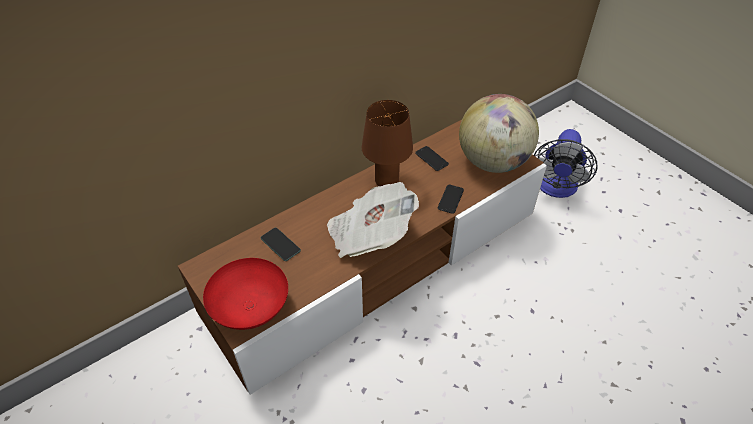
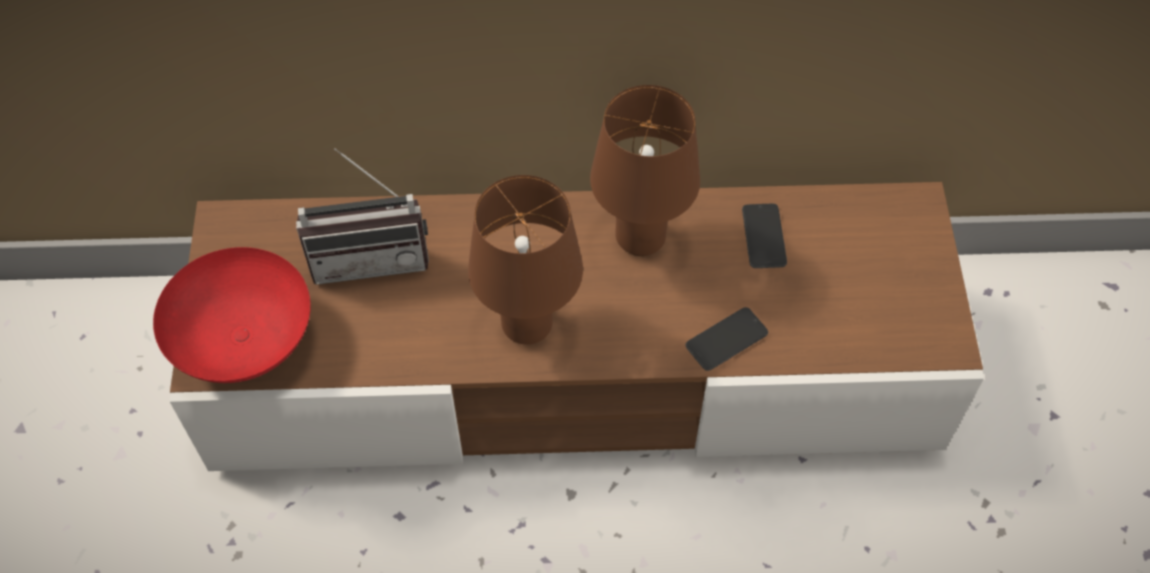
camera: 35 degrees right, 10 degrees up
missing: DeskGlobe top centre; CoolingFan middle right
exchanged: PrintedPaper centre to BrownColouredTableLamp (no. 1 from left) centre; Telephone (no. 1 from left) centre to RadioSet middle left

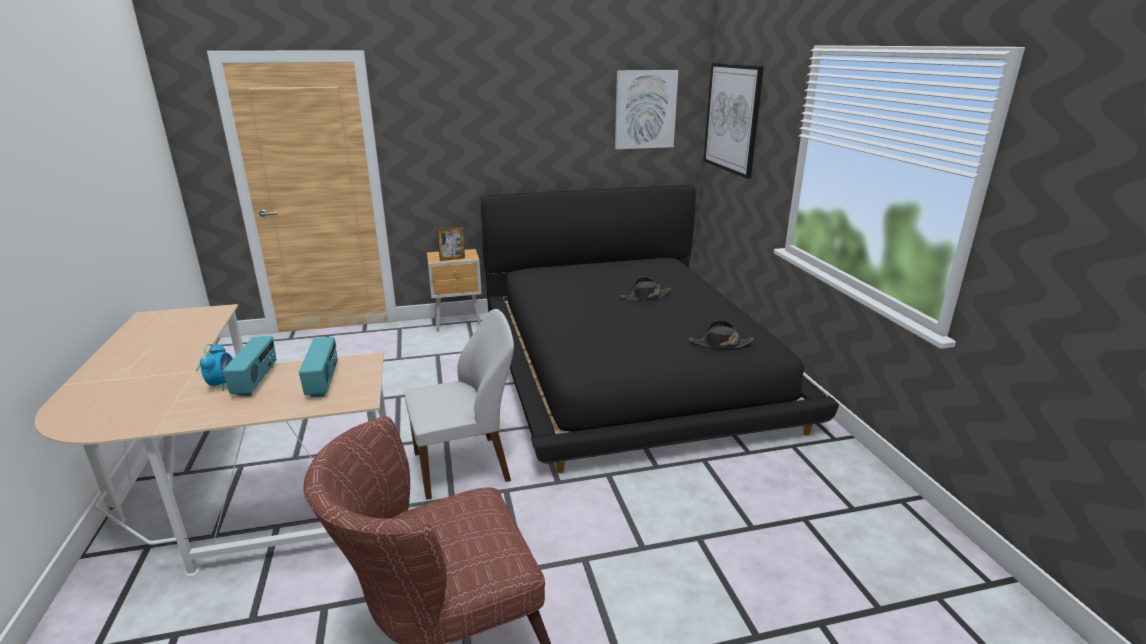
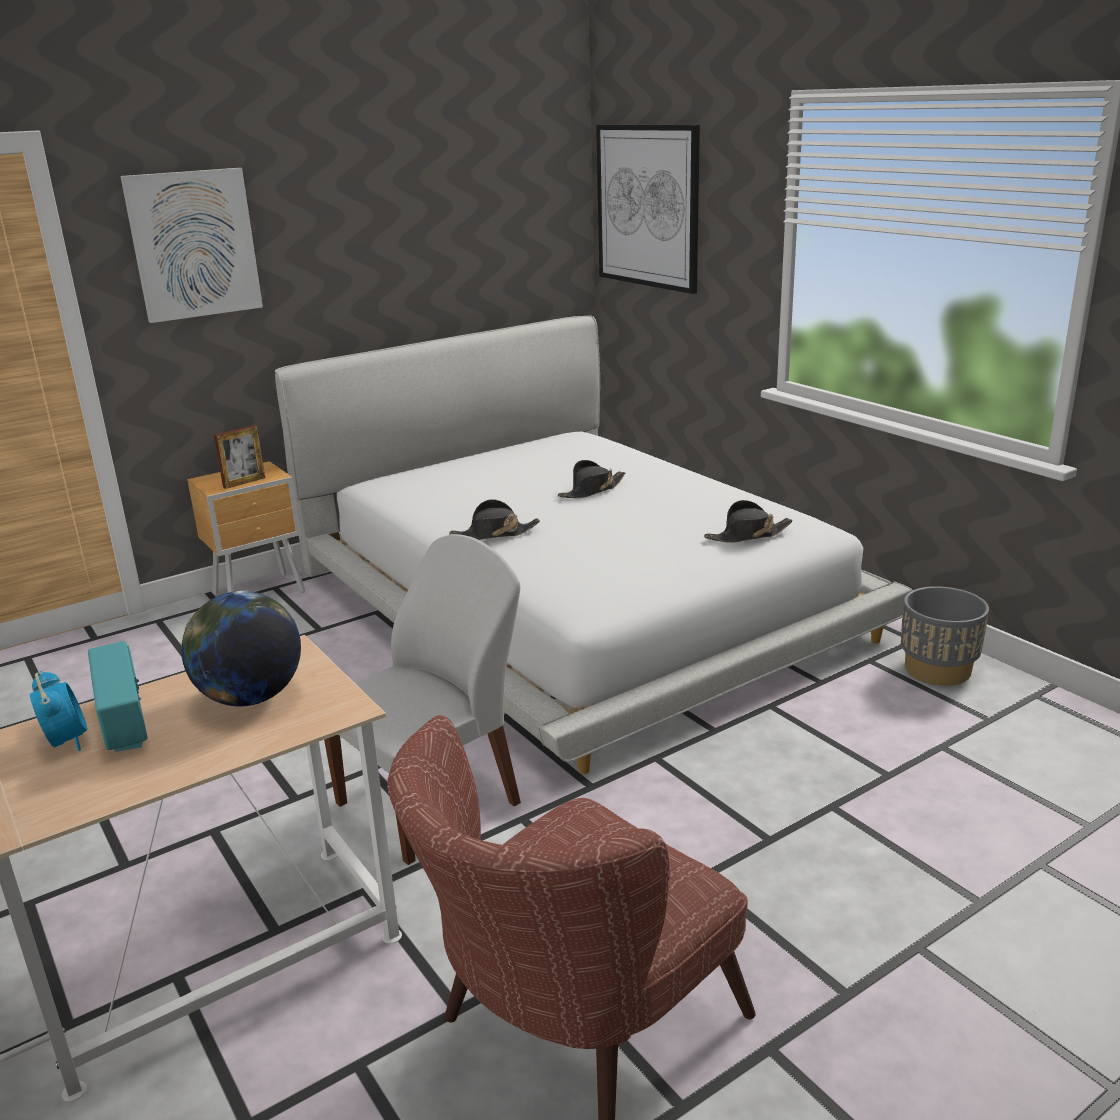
camera: 20 degrees left, 0 degrees up
appeared: BlackishHat (no. 1 from left) centre; GreyFlowerPot middle right
relocated: WallPicture (no. 1 from left) top centre to top left
exchanged: RadioSet (no. 2 from left) middle left to DeskGlobe middle left
colour: BlackishBed centre to WhiteBed centre

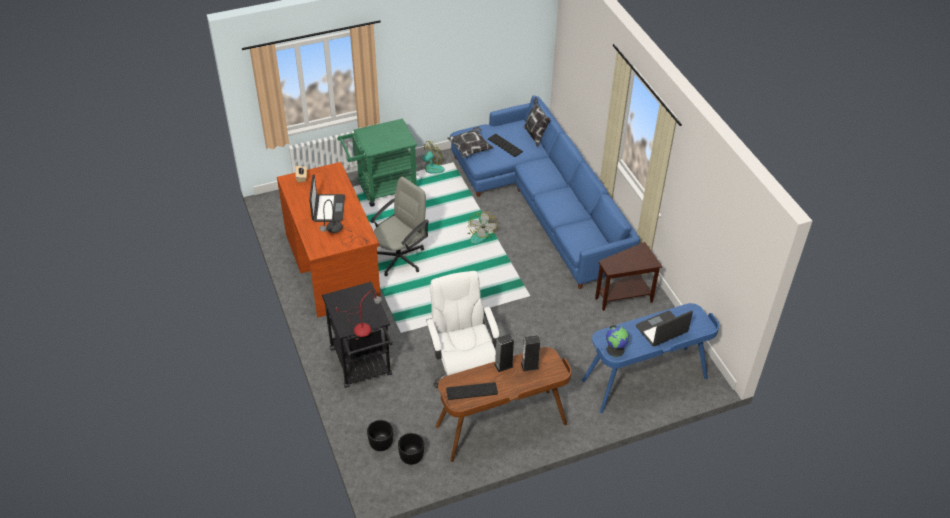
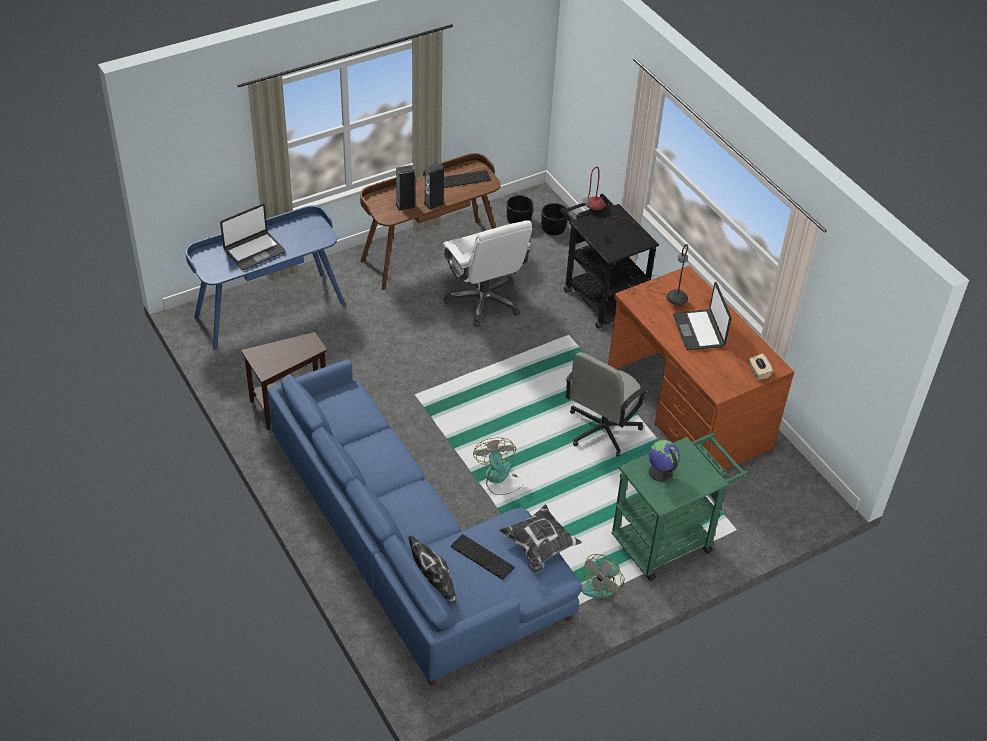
camera: 170 degrees right, 0 degrees up
relocated: DeskGlobe centre to middle right

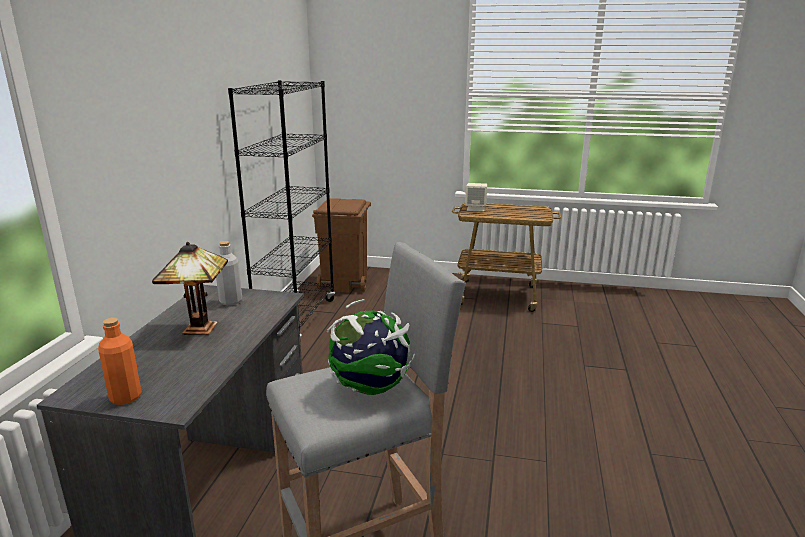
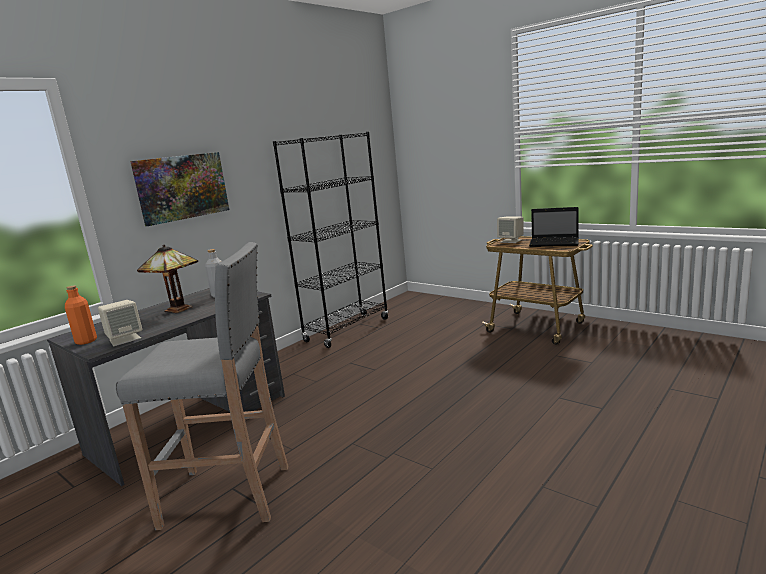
camera: 30 degrees right, 5 degrees down
missing: BrownColouredRubbishBin centre; DeskGlobe centre
appeared: WallPicture top left; PortableComputer middle right; SandColouredSpeaker (no. 1 from left) middle left

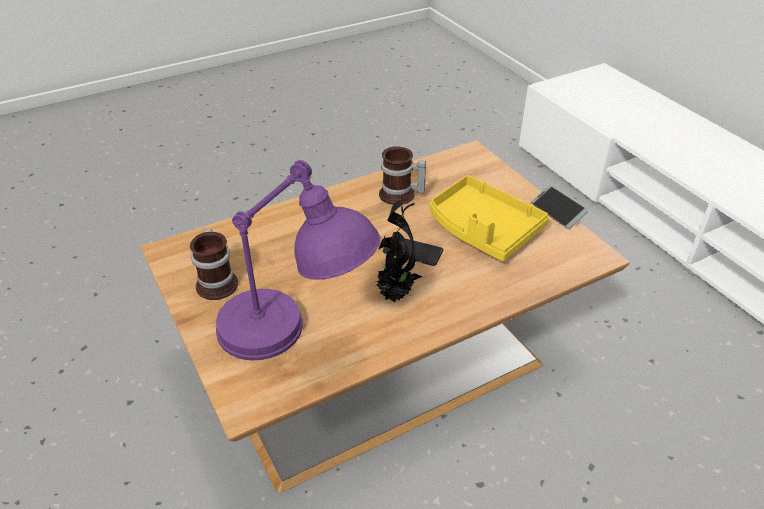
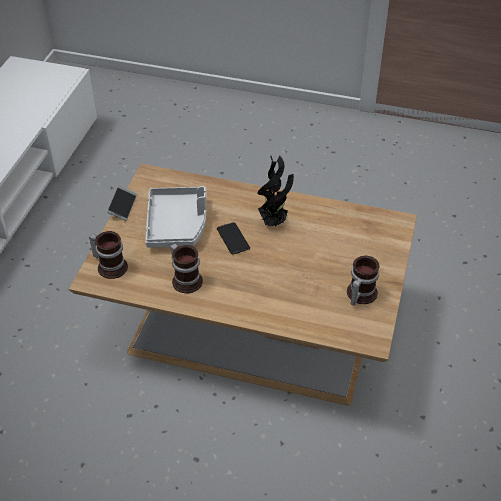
camera: 135 degrees left, 5 degrees up
missing: PurplishTableLamp centre
appeared: CoffeeMug (no. 1 from left) middle left
colour: YellowCarryingTray centre to GreyCarryingTray centre

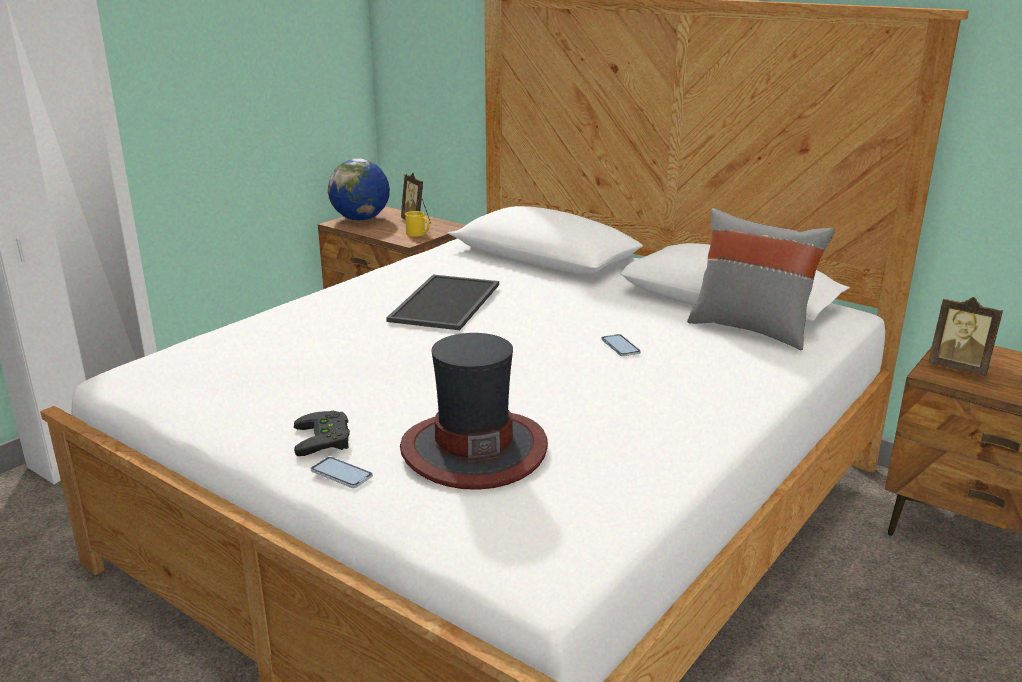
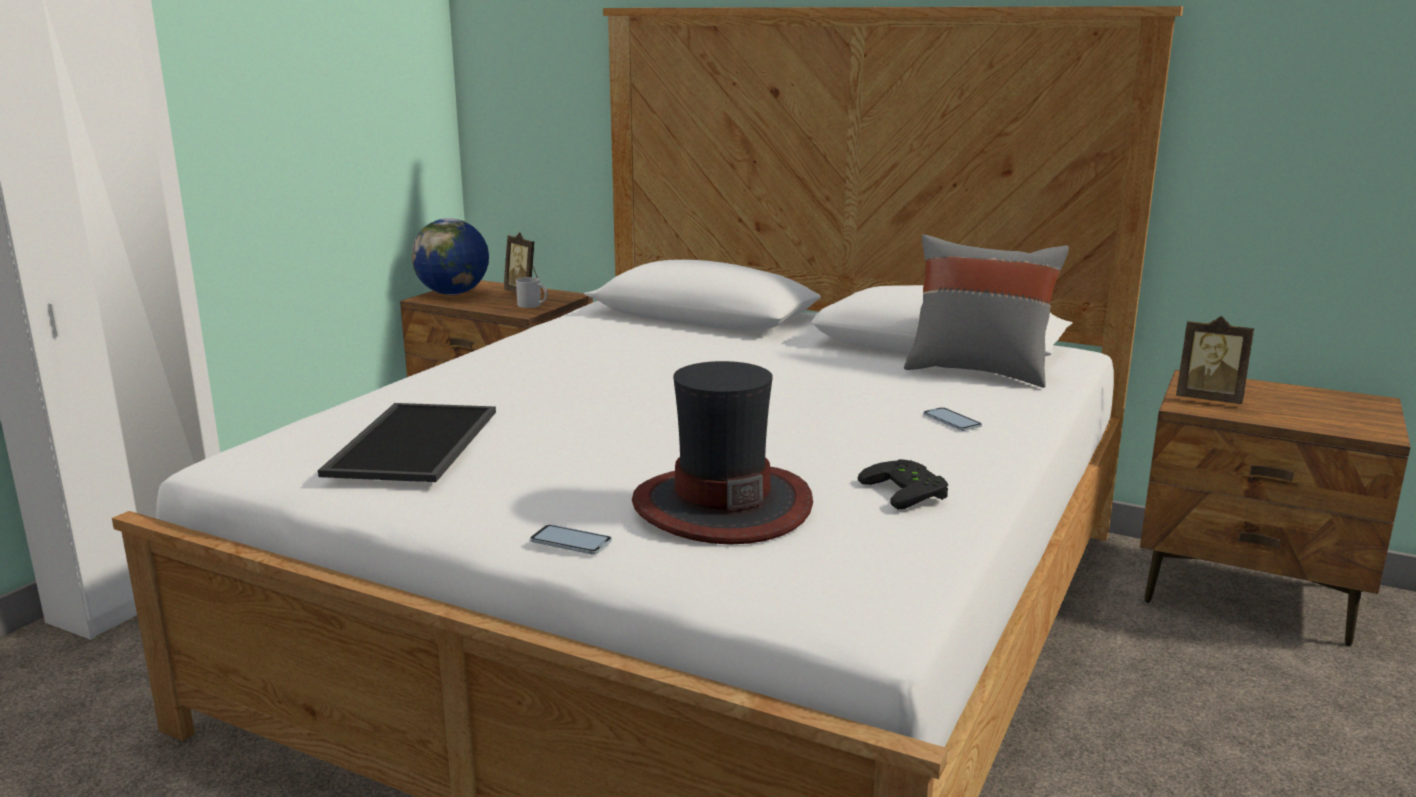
camera: 10 degrees left, 5 degrees down
relocated: CarryingTray centre to middle left; Telephone (no. 2 from left) centre to middle right; BlackishGameController middle left to centre
colour: YellowCoffeeMug top centre to WhiteCoffeeMug centre

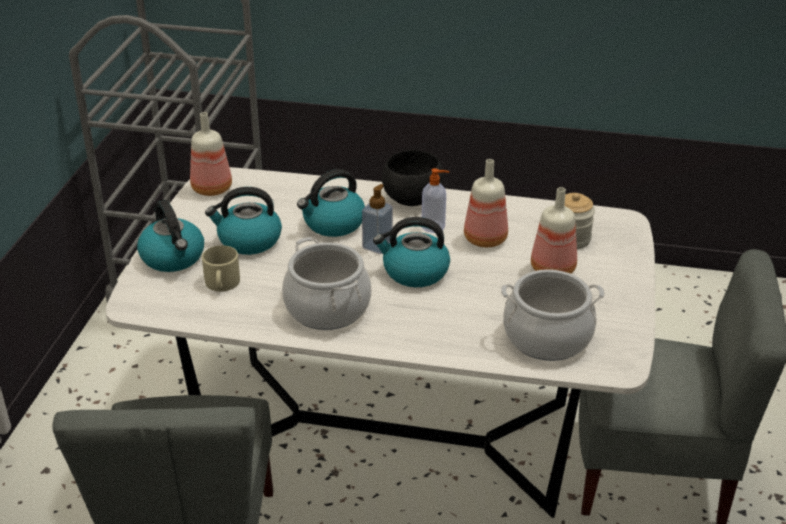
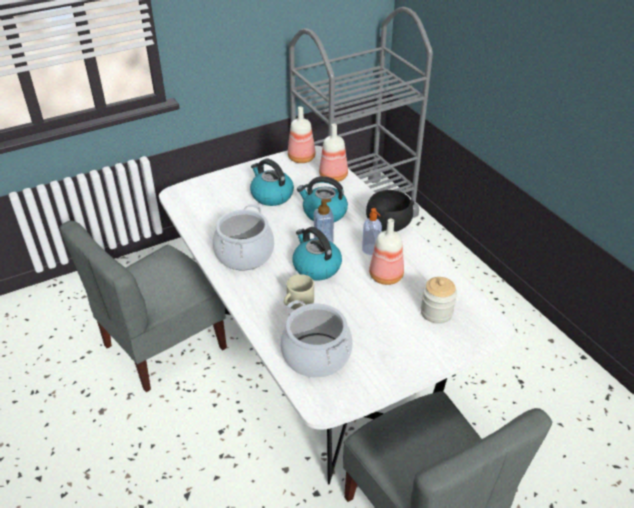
camera: 50 degrees right, 5 degrees up
missing: WaterKettle (no. 1 from left) middle left
relocated: DrinkBottle (no. 3 from left in the first image) middle right to DrinkBottle (no. 2 from left) top centre; SandColouredCoffeeMug middle left to centre

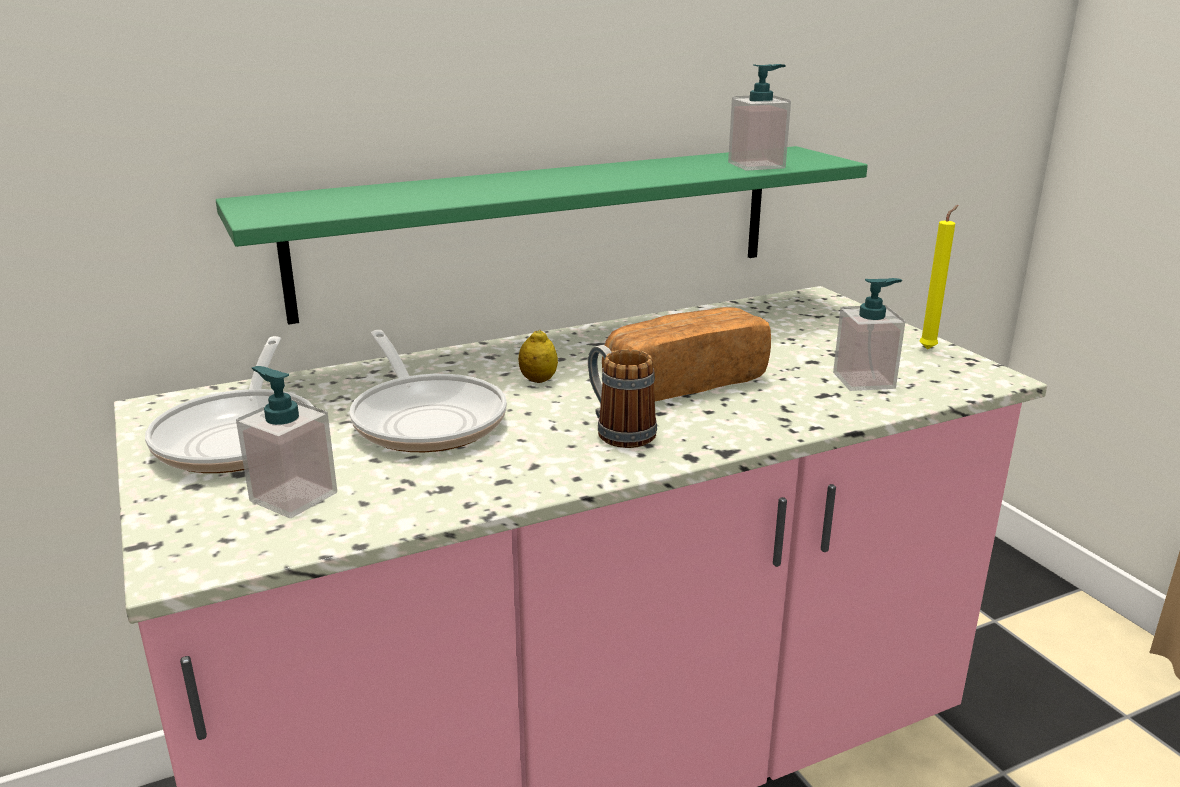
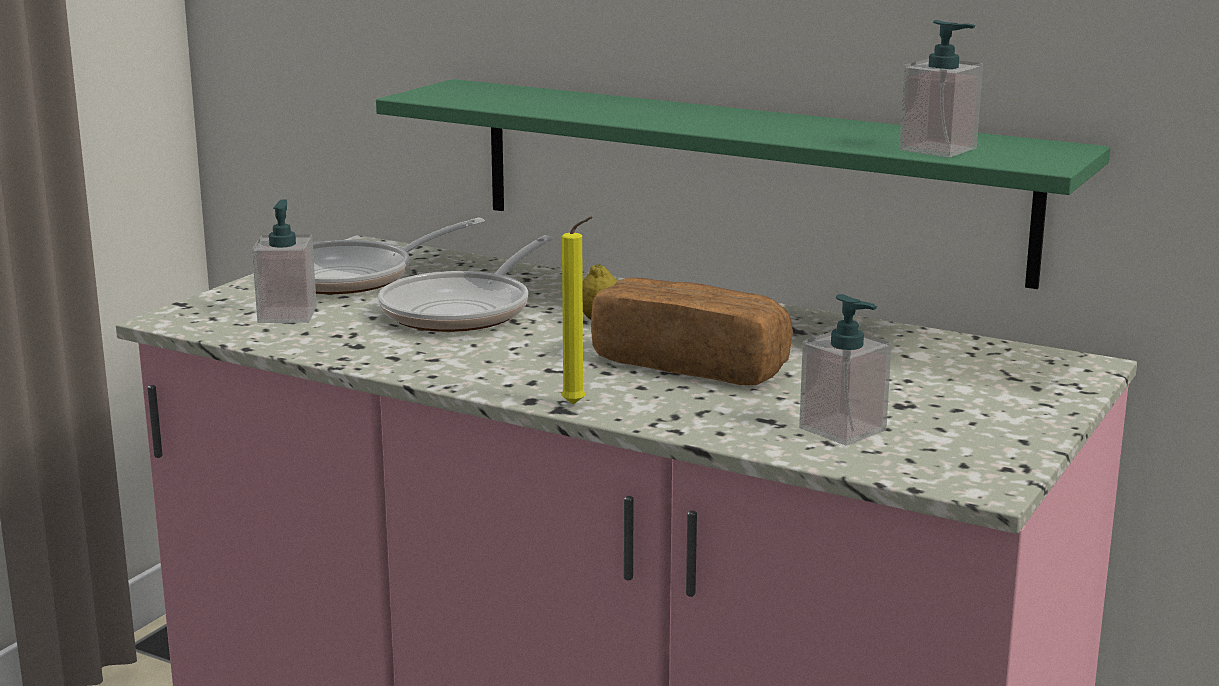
camera: 55 degrees right, 5 degrees down
missing: CoffeeMug centre
relocated: YellowWaxCandle middle right to centre

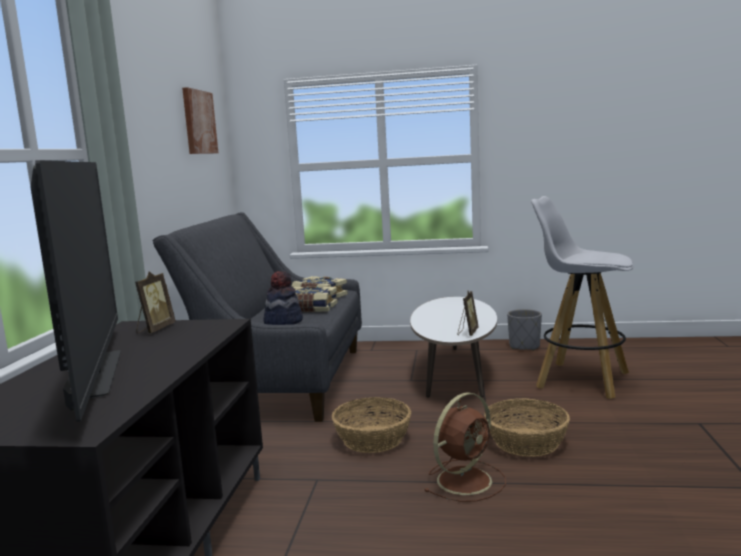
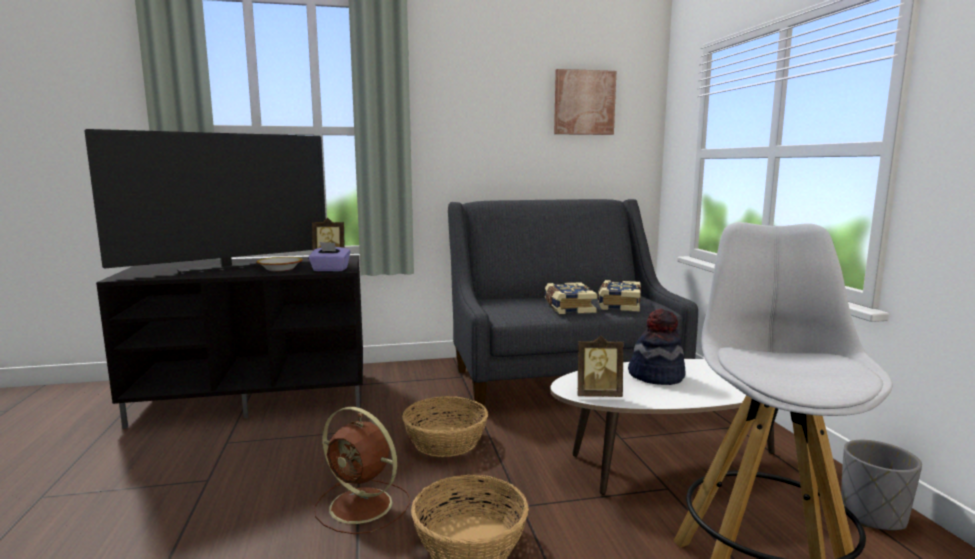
camera: 70 degrees right, 0 degrees up
appeared: PurplishTissueHolder centre; Bowl middle left
relocated: Hat centre to middle right

